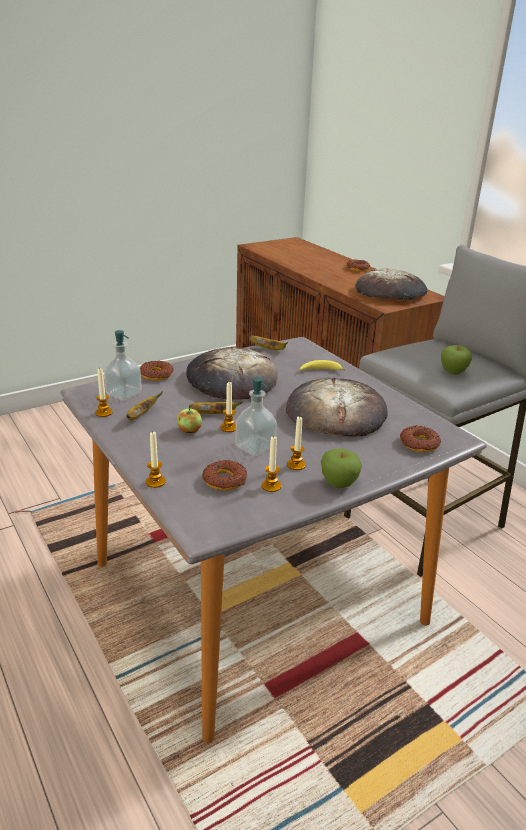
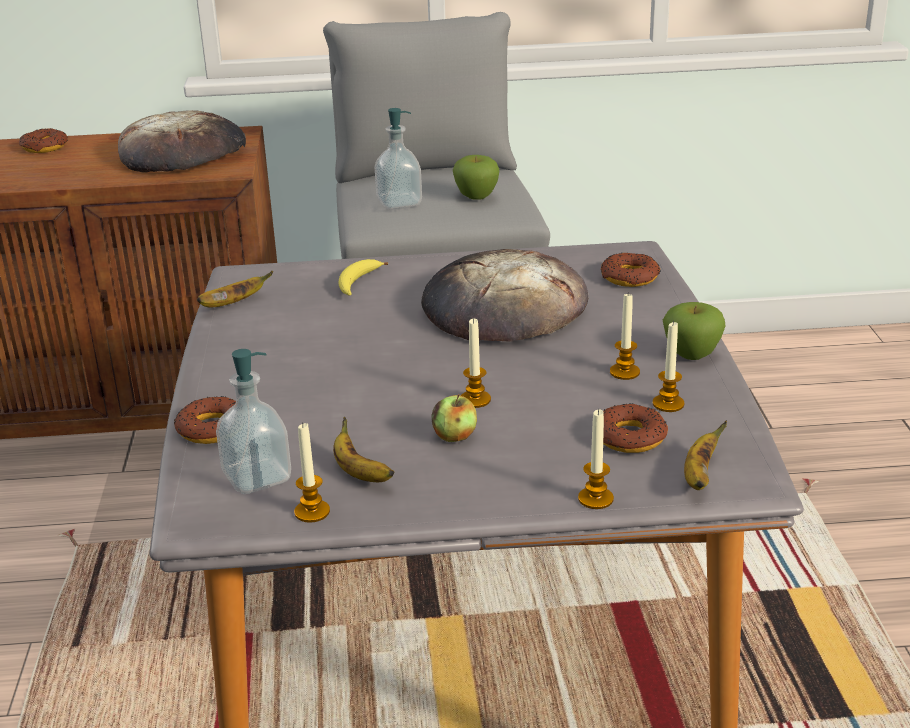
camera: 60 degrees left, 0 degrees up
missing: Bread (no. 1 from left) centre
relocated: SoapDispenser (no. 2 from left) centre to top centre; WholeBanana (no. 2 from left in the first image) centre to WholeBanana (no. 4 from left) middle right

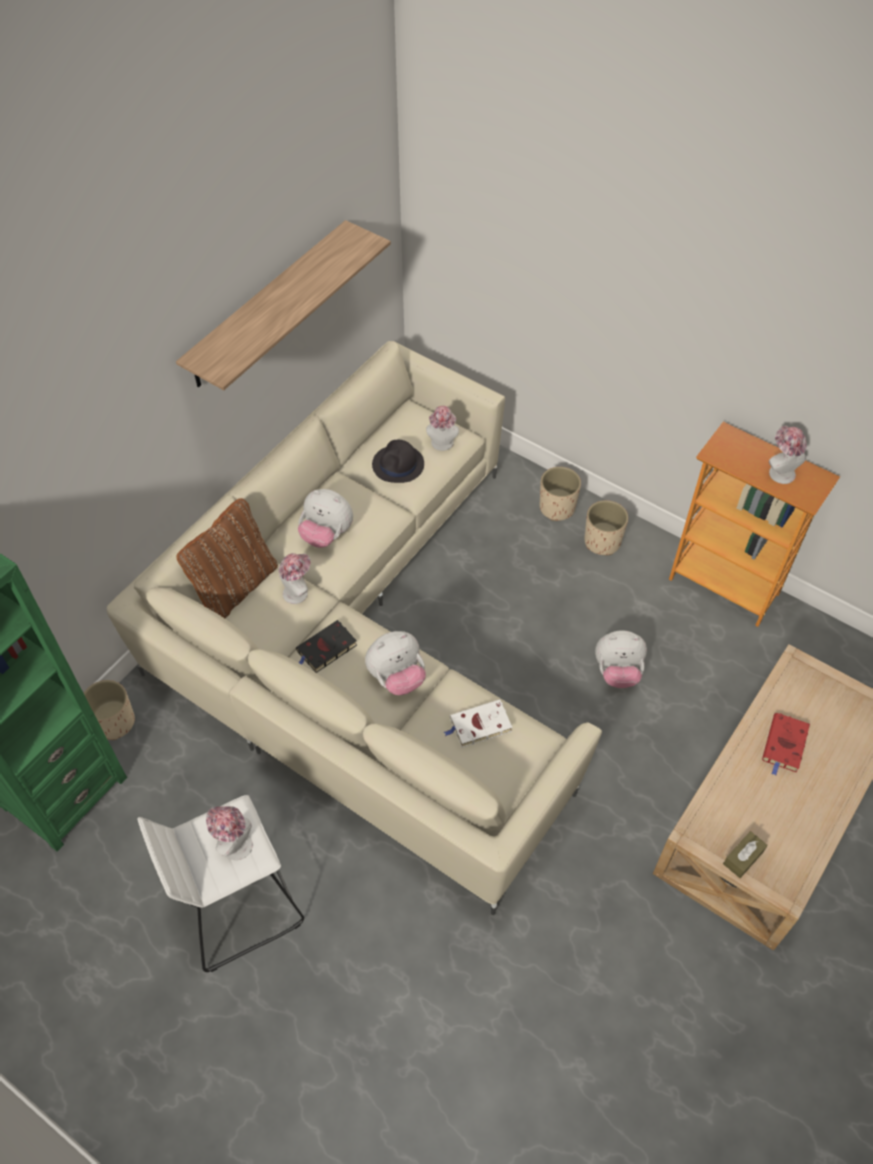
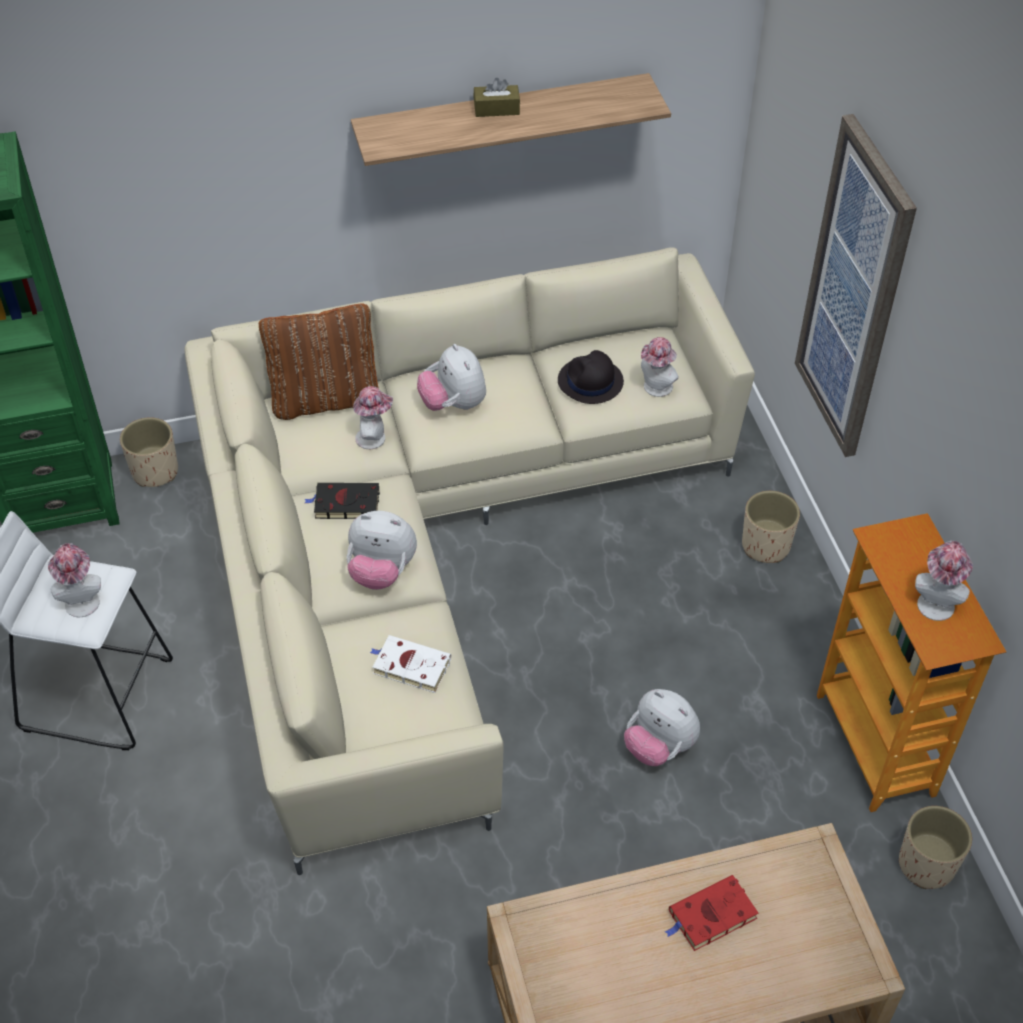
camera: 40 degrees right, 5 degrees down
appeared: WallPicture top right
relocated: SandColouredFlowerPot (no. 3 from left) middle right to bottom right; BrownColouredTissueHolder bottom right to top centre

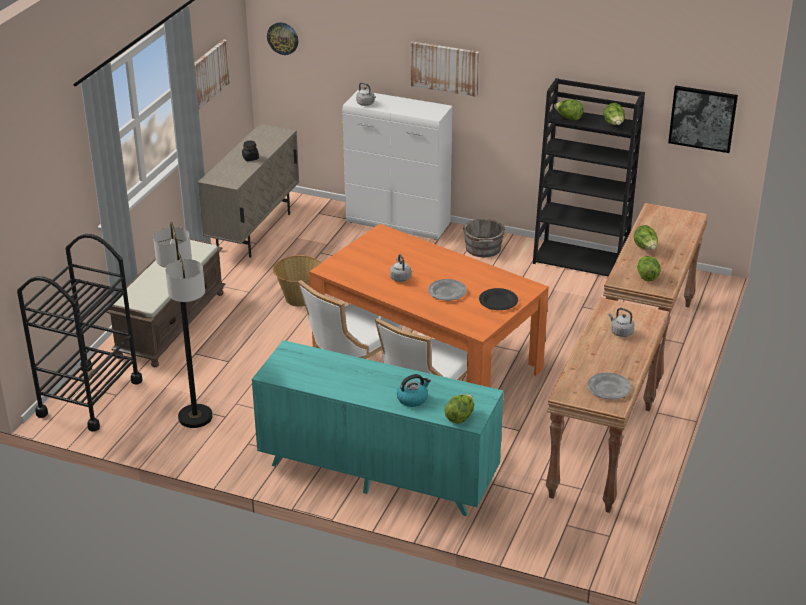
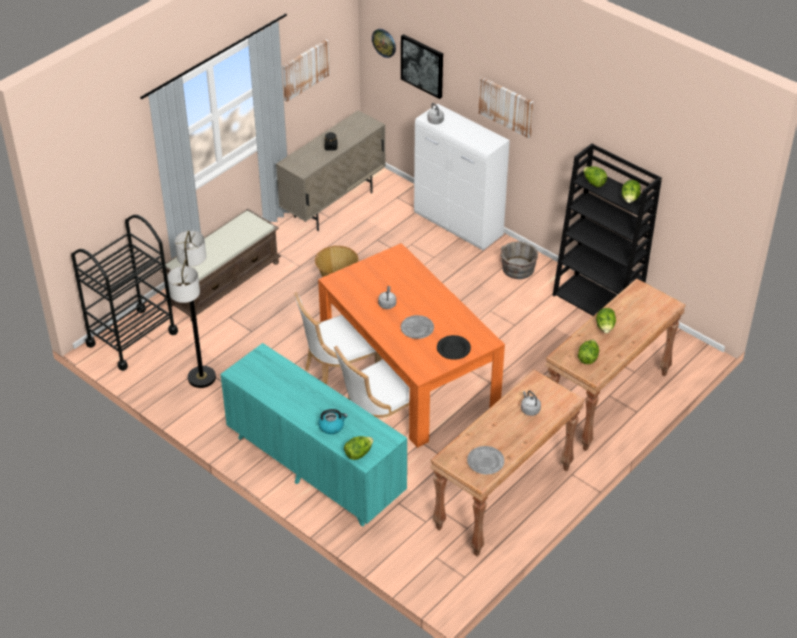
camera: 20 degrees right, 10 degrees up
relocated: WallPicture (no. 3 from left in the first image) top right to WallPicture (no. 2 from left) top centre

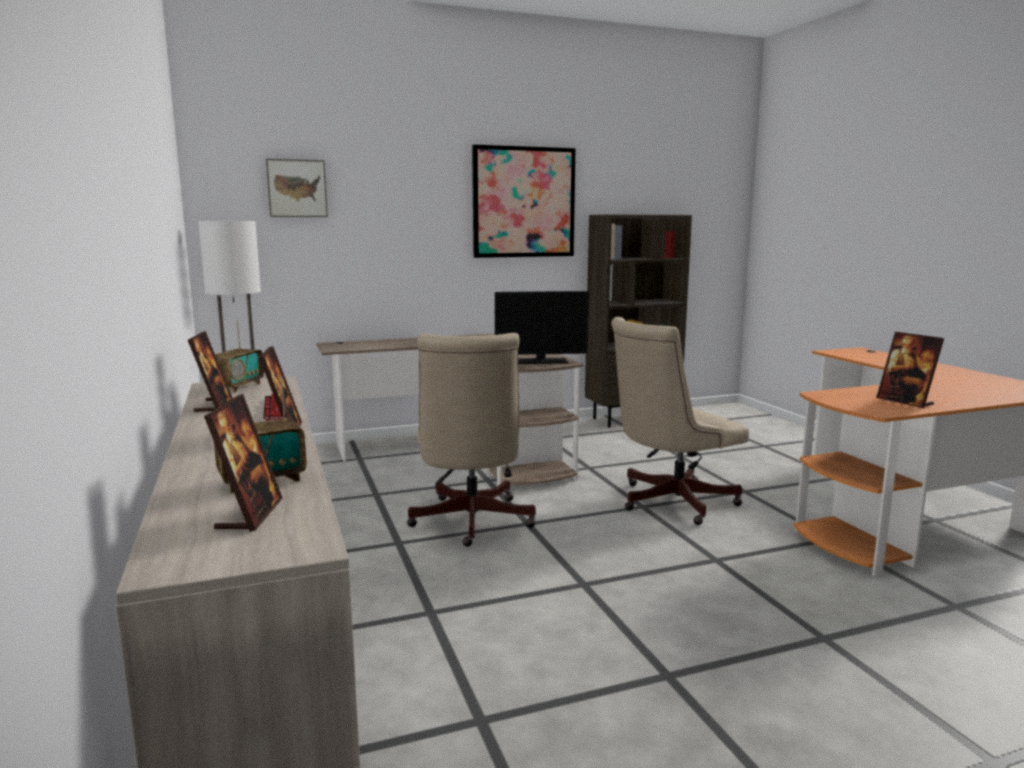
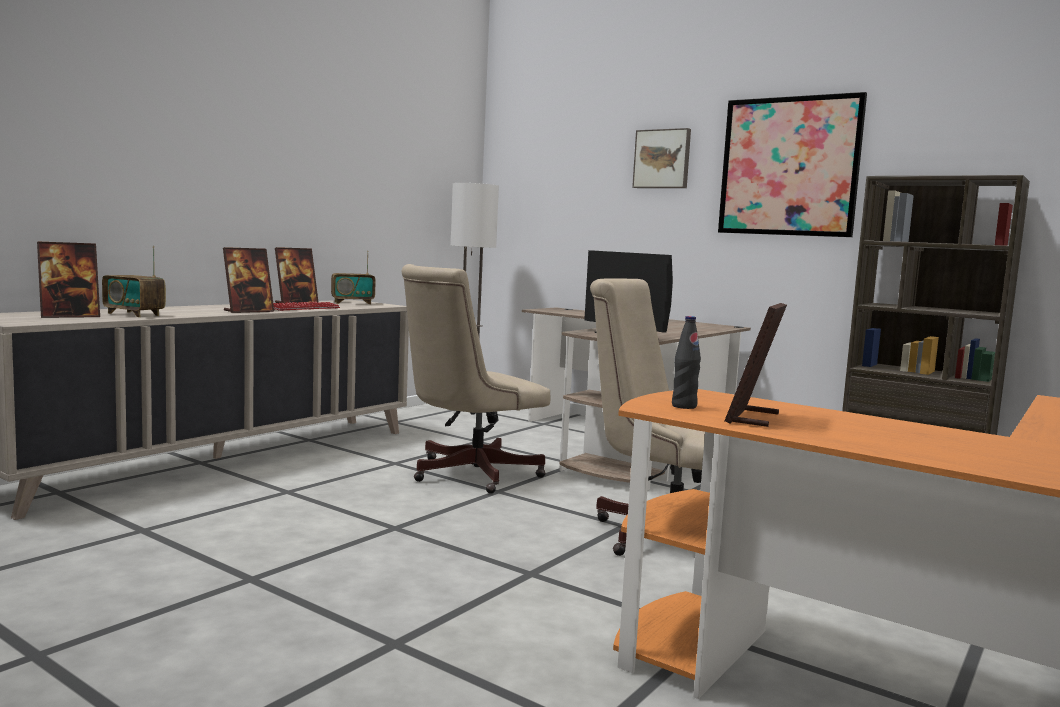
camera: 55 degrees right, 5 degrees down
appeared: BlackishDrinkBottle centre
relocated: WallPicture (no. 1 from left) top left to top centre

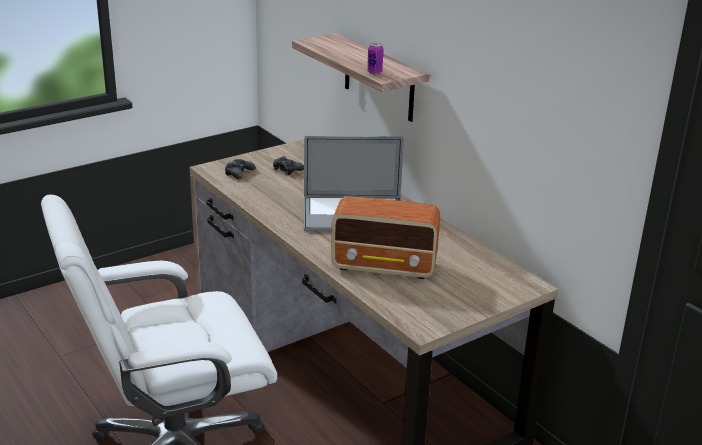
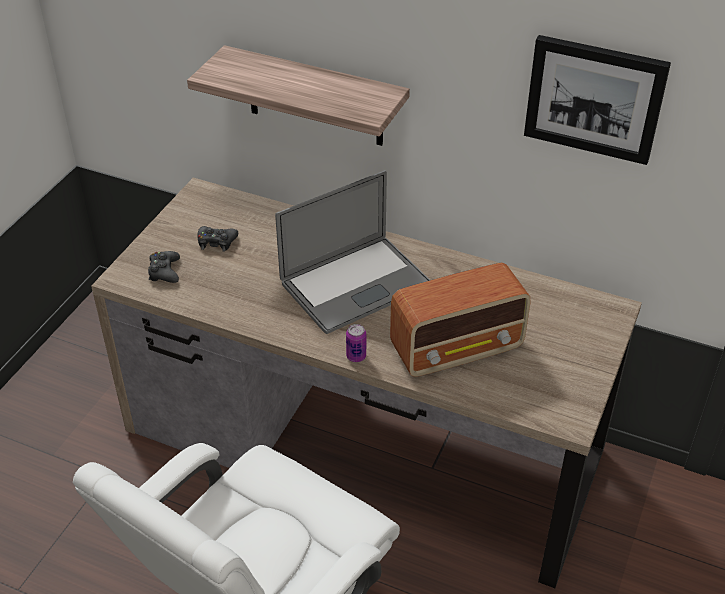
camera: 30 degrees left, 15 degrees up
appeared: WallPicture top right
relocated: MetalCan top centre to centre

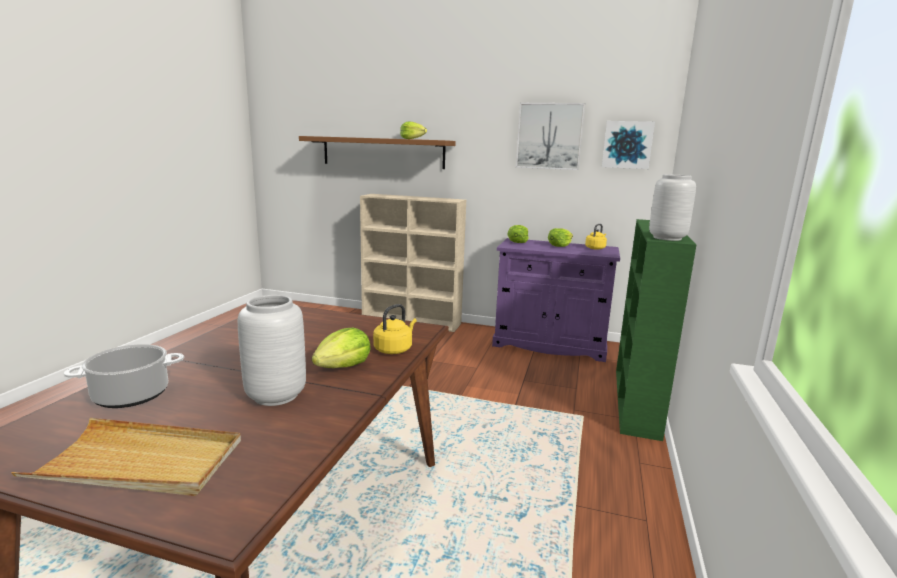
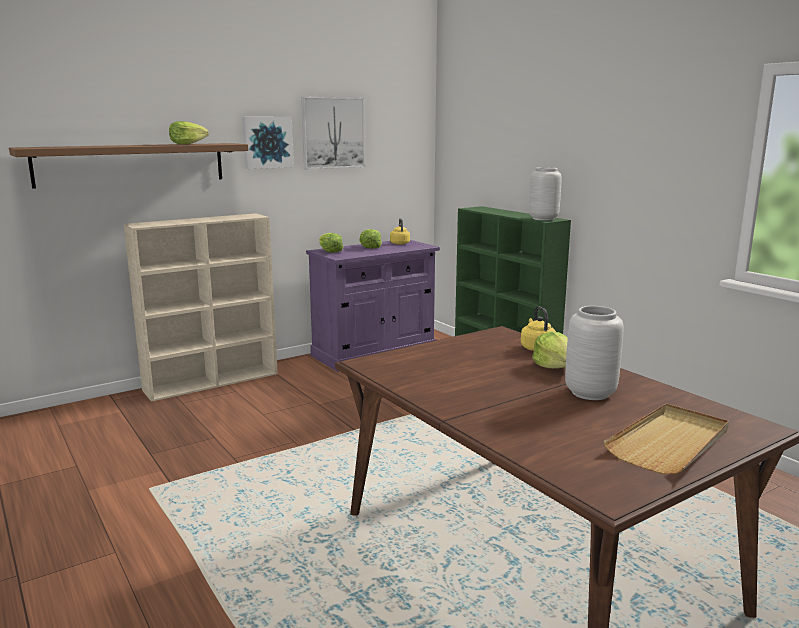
camera: 50 degrees left, 0 degrees up
missing: CookingPot middle left
relocated: WallPicture (no. 2 from left in the first image) top right to WallPicture (no. 1 from left) top centre

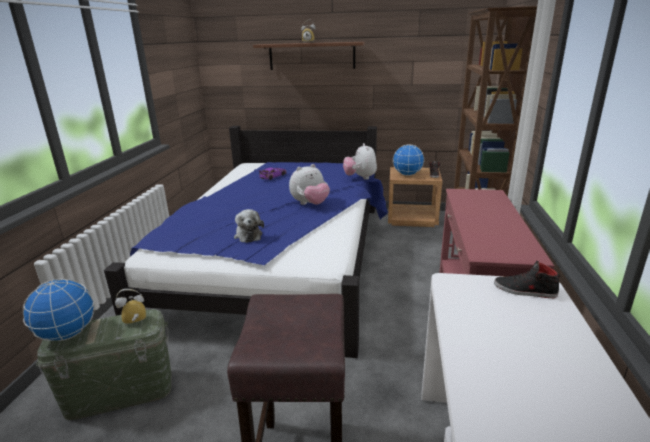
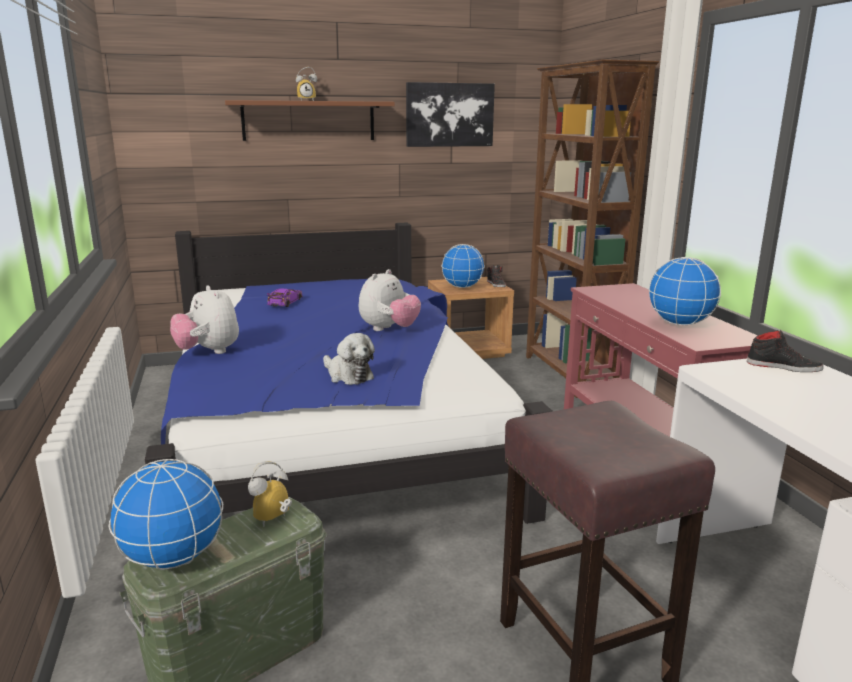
camera: 25 degrees left, 5 degrees down
appeared: WallPicture top centre; DeskGlobe (no. 3 from left) middle right
relocated: CuddlyToy (no. 3 from left in the first image) centre to CuddlyToy (no. 1 from left) middle left
spun: BlackishItemOfFootwear (no. 2 from left) middle right = middle right 150 degrees counterclockwise

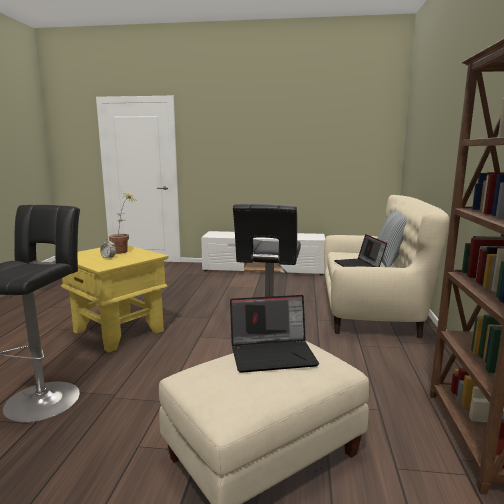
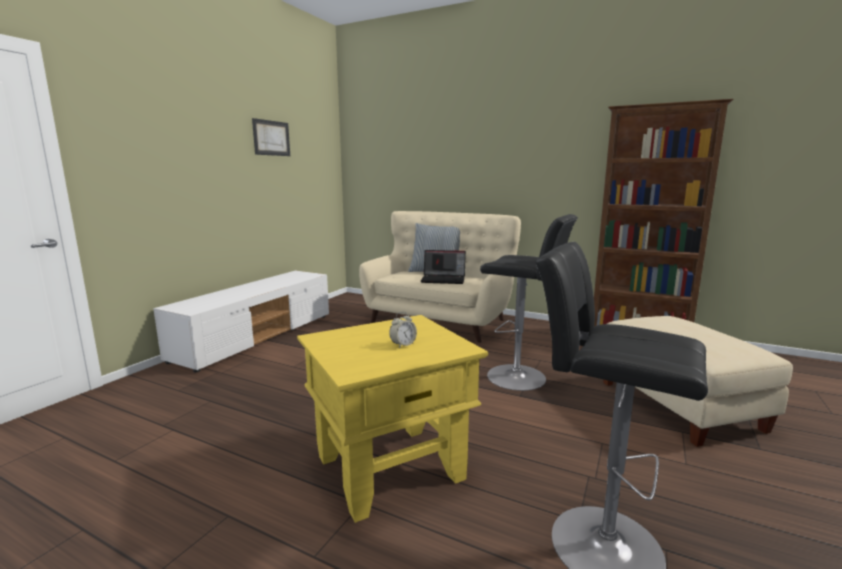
camera: 70 degrees left, 0 degrees up
missing: PottedPlant middle left; PortableComputer (no. 1 from left) centre
appeared: WallPicture top left

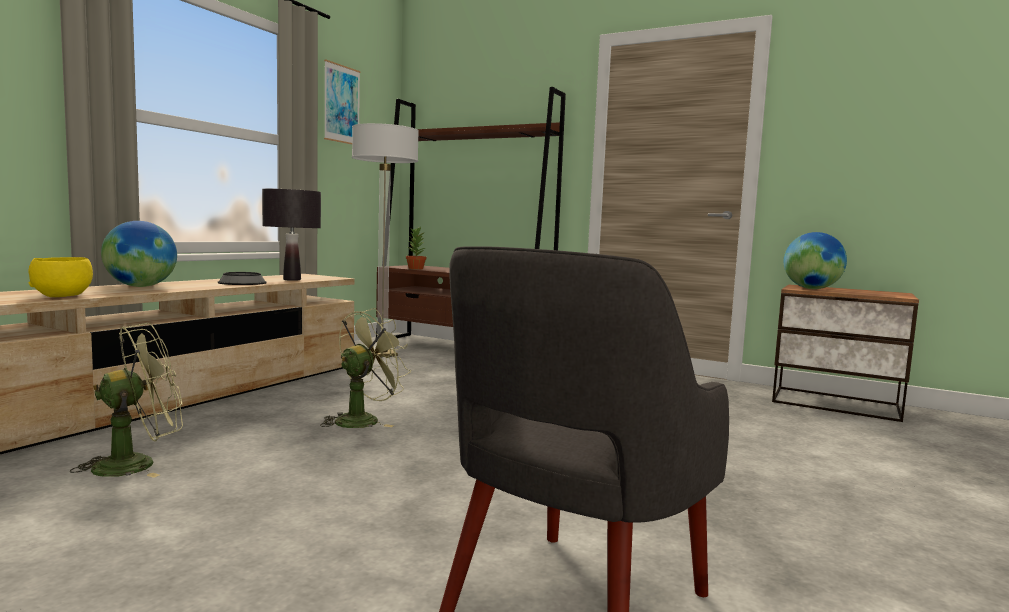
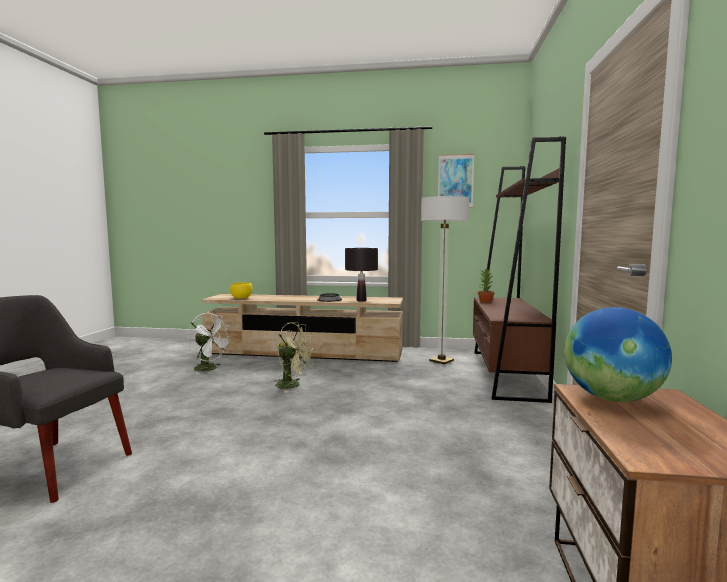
camera: 70 degrees right, 0 degrees up
missing: DeskGlobe (no. 1 from left) middle left
colour: GreenishCoolingFan (no. 1 from left) middle left to WhiteCoolingFan middle left

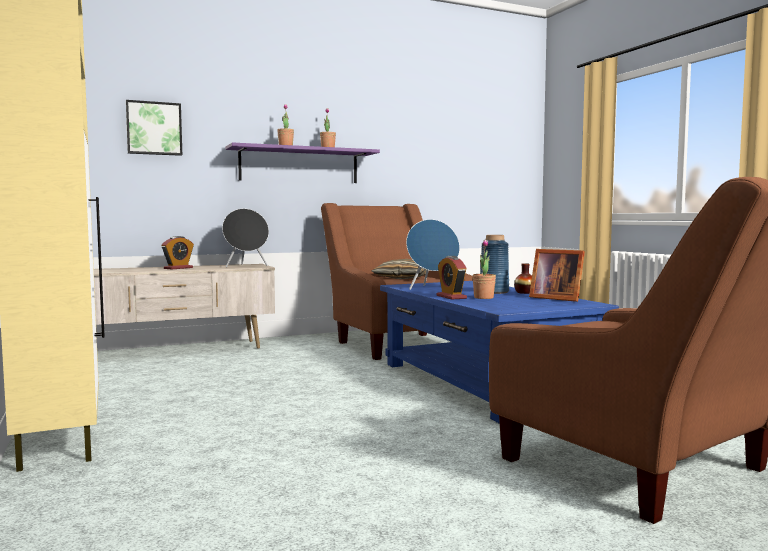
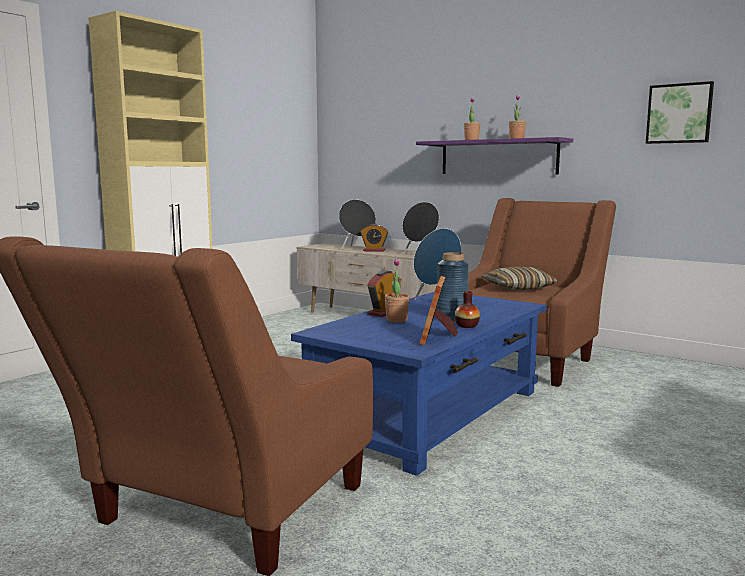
camera: 60 degrees right, 5 degrees up
appeared: BlackishSpeaker (no. 1 from left) centre
relocated: WallPicture top left to top right

